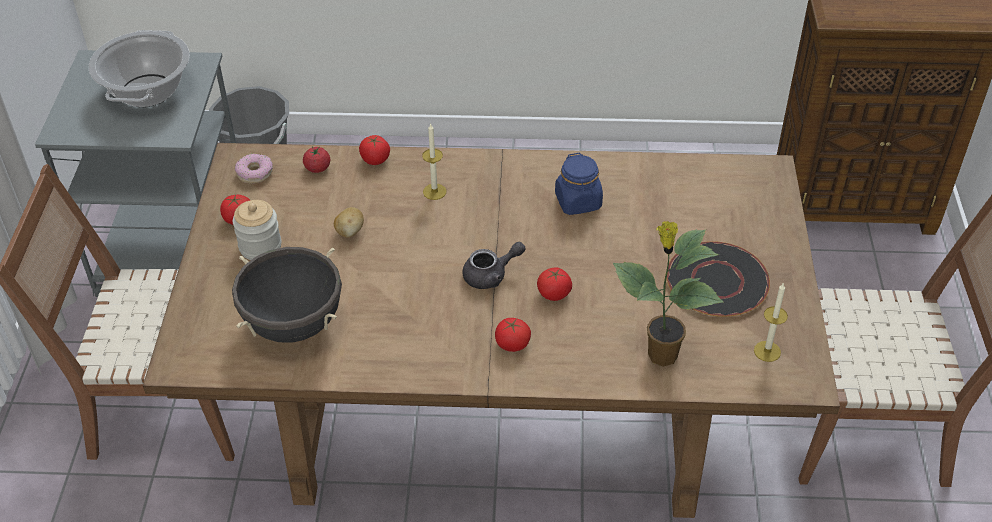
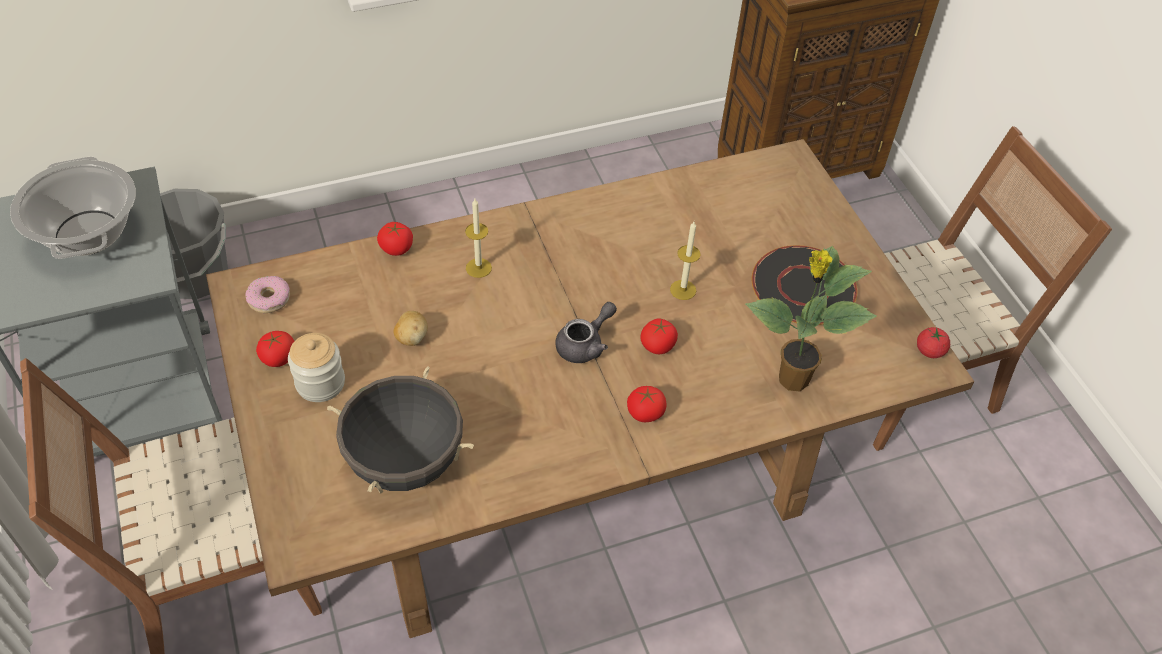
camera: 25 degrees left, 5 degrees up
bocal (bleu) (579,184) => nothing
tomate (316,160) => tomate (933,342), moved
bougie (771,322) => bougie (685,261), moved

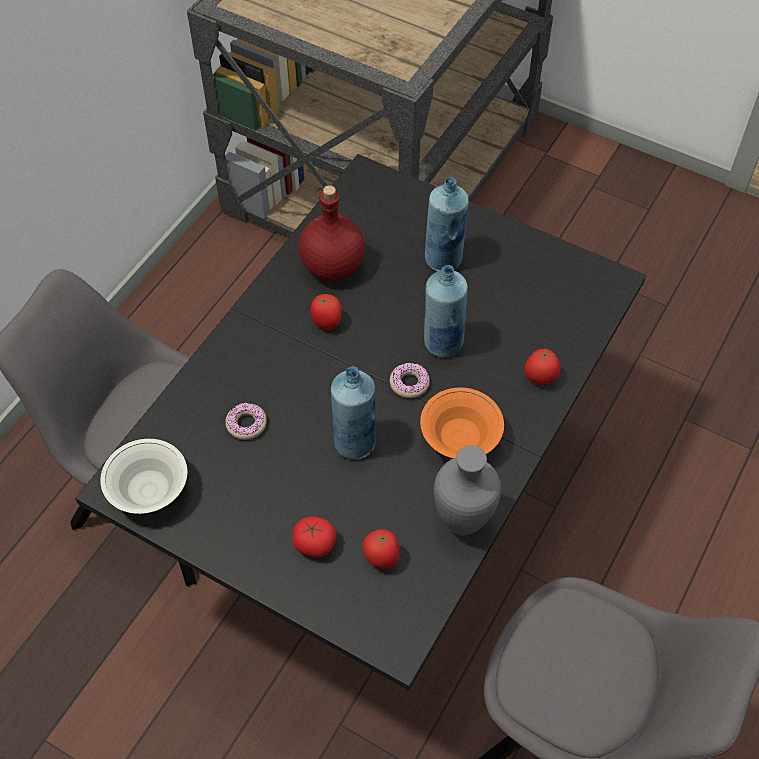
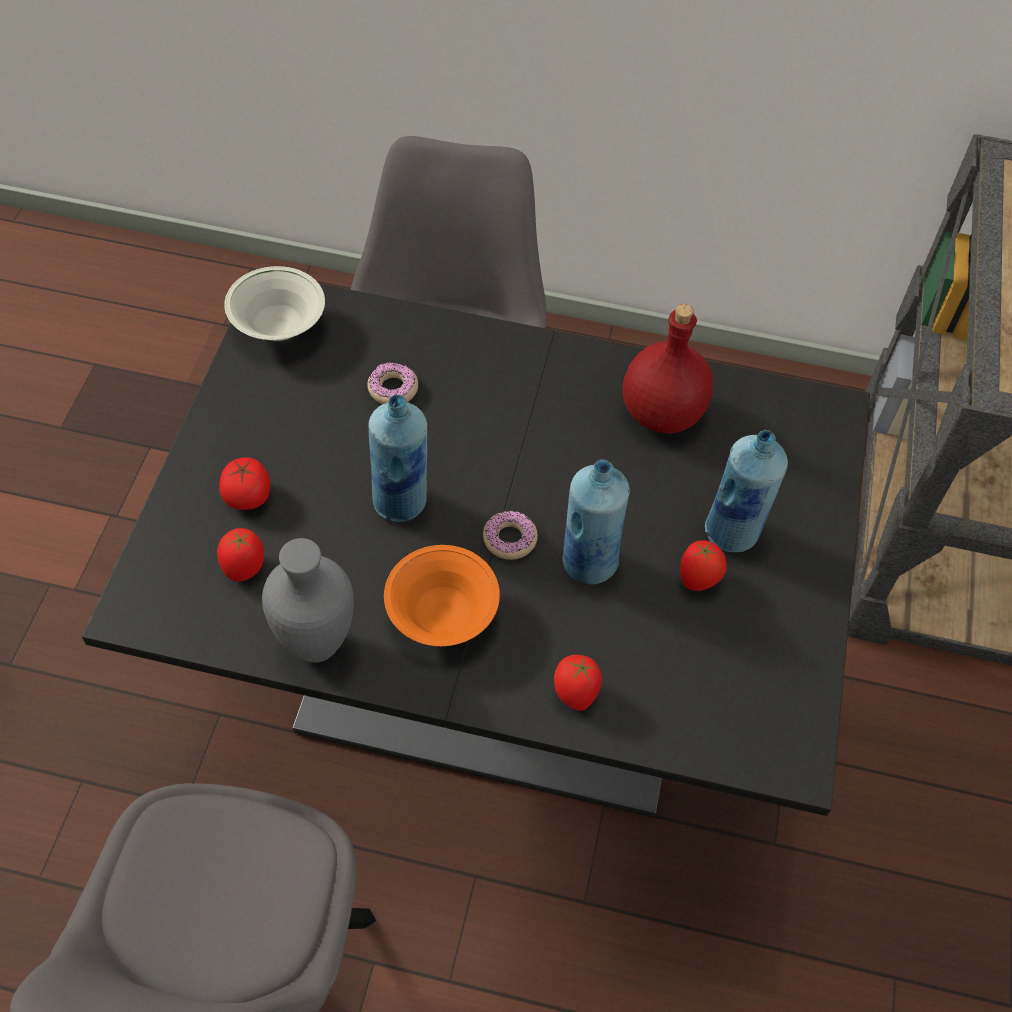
camera: 70 degrees right, 0 degrees up
tomate (326,312) => tomate (703,565), moved

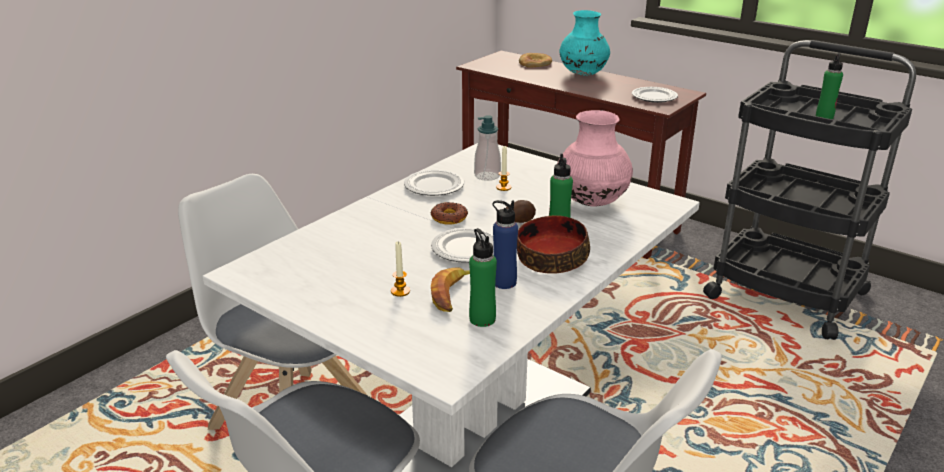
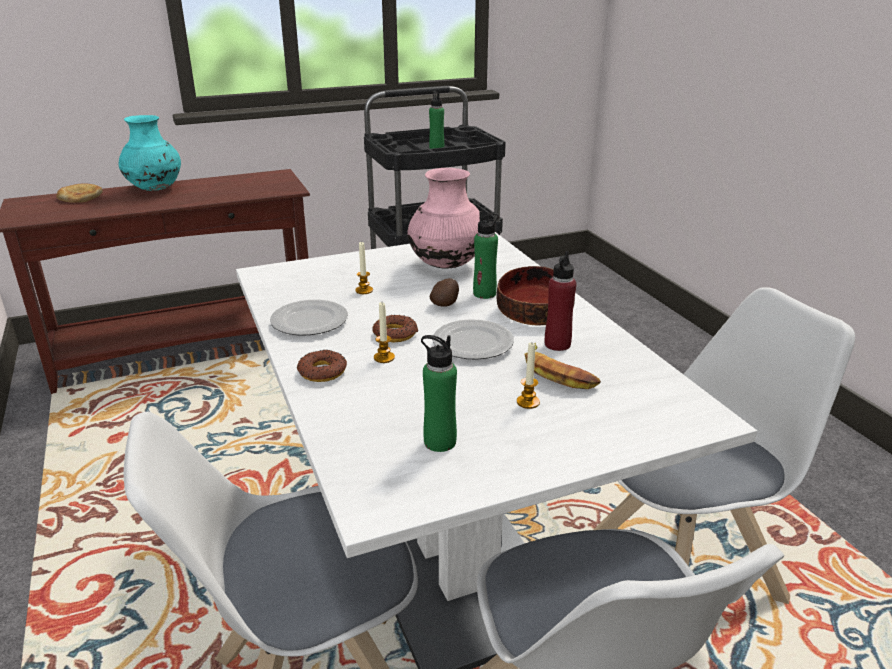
camera: 60 degrees left, 0 degrees up
distributeur de savon (487,148) => nothing
assiette (655,95) => nothing
nothing => beignet (322,366)
nothing => bougie (384,332)
bouteille (vert) (483,277) => bouteille (vert) (439,393), moved
bouteille (bleu) (505,244) => bouteille (rouge) (560,301)

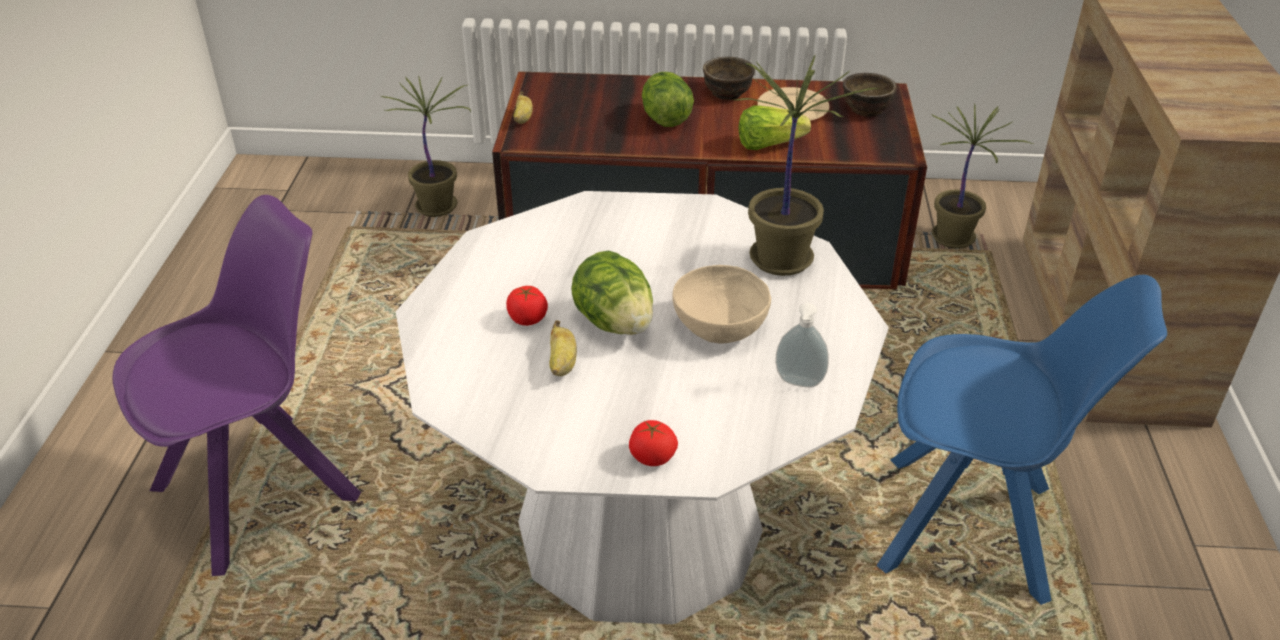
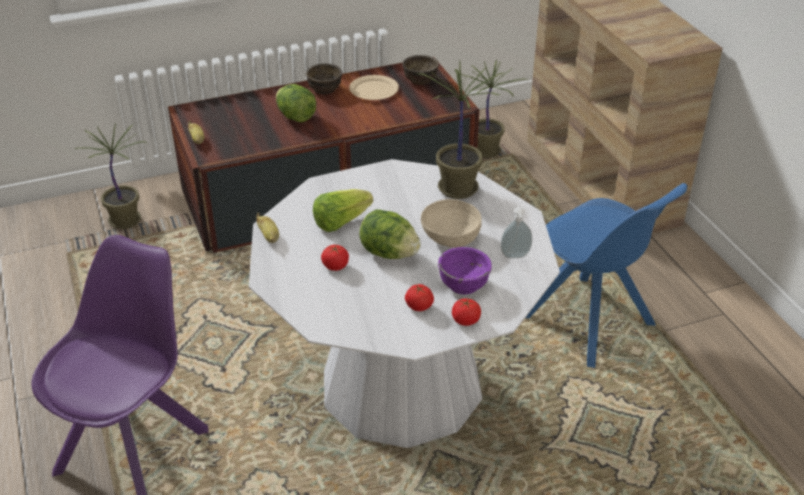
camera: 25 degrees left, 0 degrees up
nothing => tomate (419,297)
nothing => bol (violet) (465,271)
banane (563,348) => banane (267,228), moved
laitue (775,128) => laitue (343,210), moved
chaise (bleu) (1021,440) => chaise (bleu) (606,275), 60 degrees clockwise

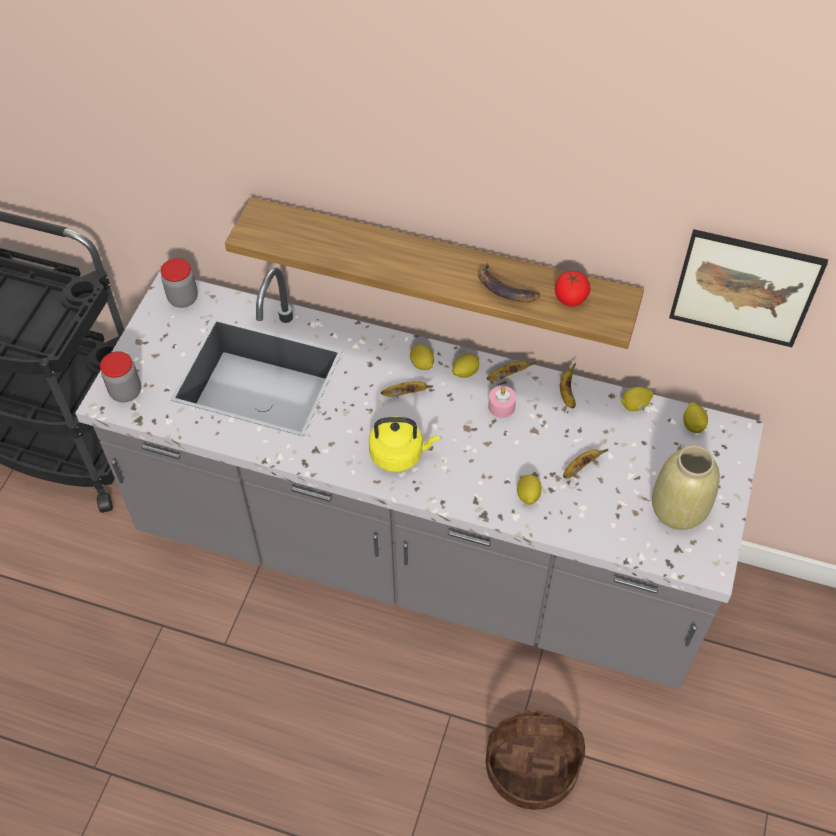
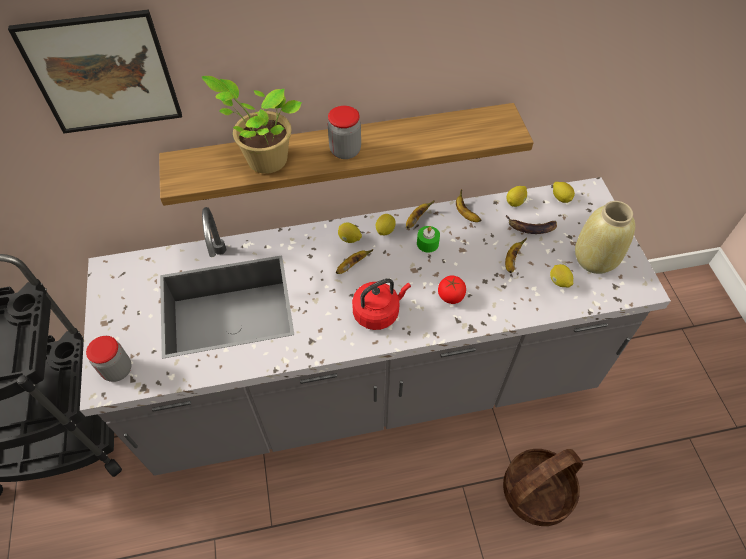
camera: 30 degrees left, 0 degrees up
nothing => plante en pot (252,125)
bocal (179,283) => bocal (344,132), moved
banane (509,282) => banane (531,224), moved
citron (529,490) => citron (561,276), moved
tomate (573,288) => tomate (452,290), moved
tableau (748,288) => tableau (95,71), moved
bouilloire (jaune) (403,444) => bouilloire (rouge) (381,304)
bougie (rose) (502,402) => bougie (vert) (428,239)

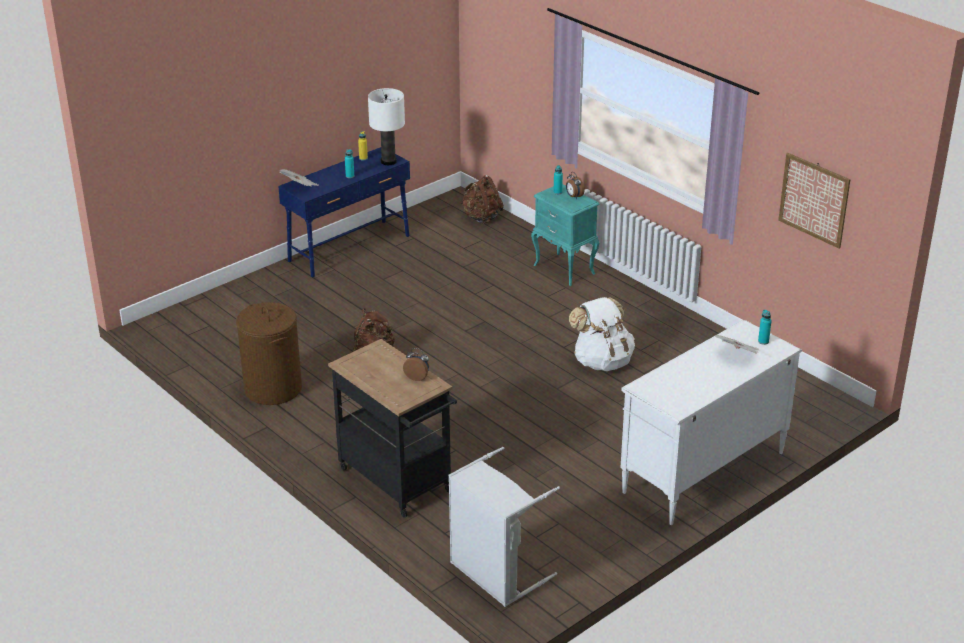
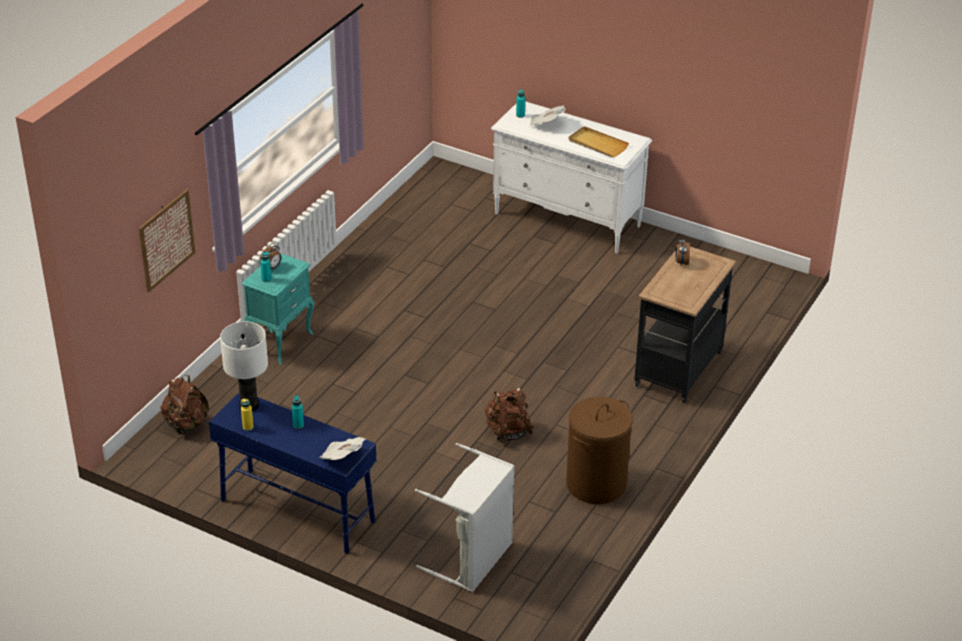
camera: 110 degrees left, 5 degrees up
sac à dos (blanc) (602,334) => nothing
nothing => plateau (beige) (599,141)
panier à linge (gris) (504,527) => panier à linge (gris) (465,517), moved
tableau (814,201) => tableau (167,240), moved

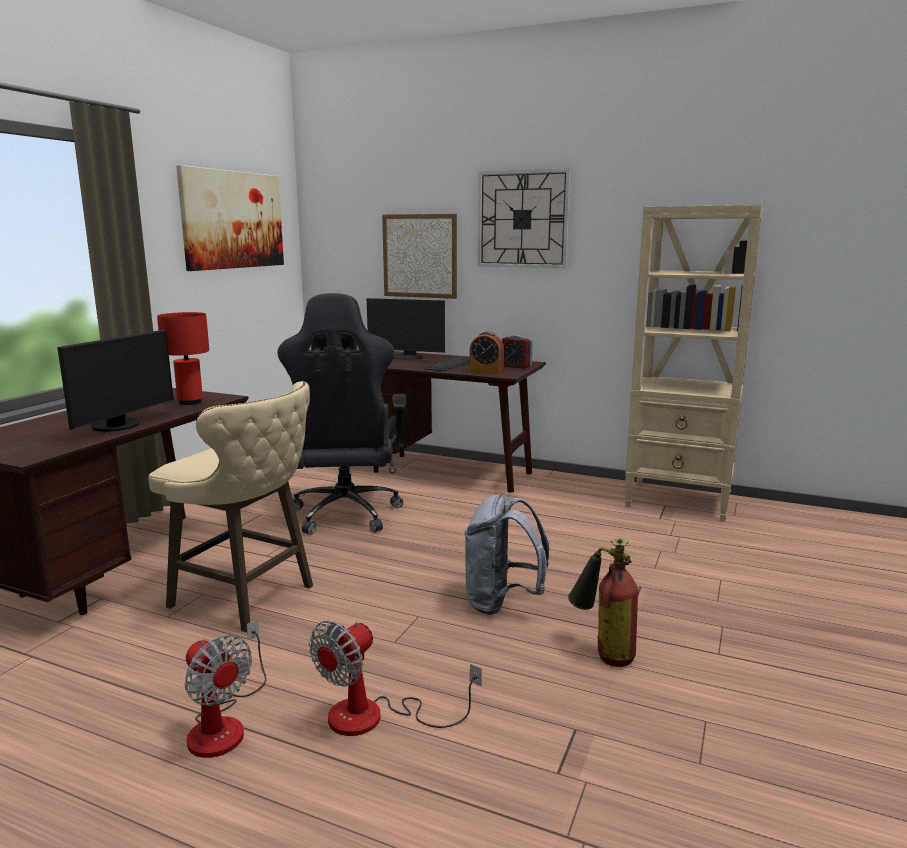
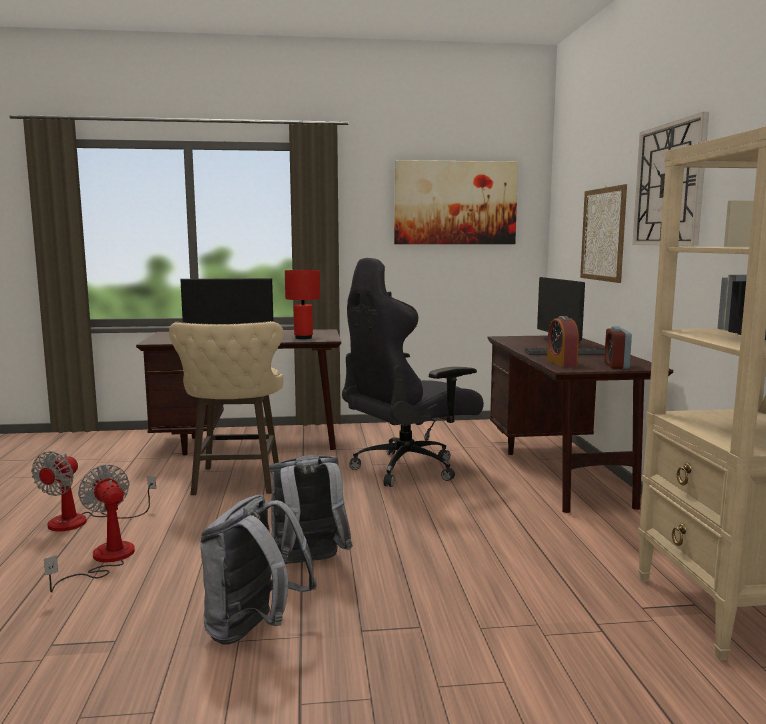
camera: 60 degrees right, 5 degrees down
extincteur (603,602) => sac à dos (gris) (258,569)
ventilateur (395,678) => ventilateur (89,528), 45 degrees clockwise

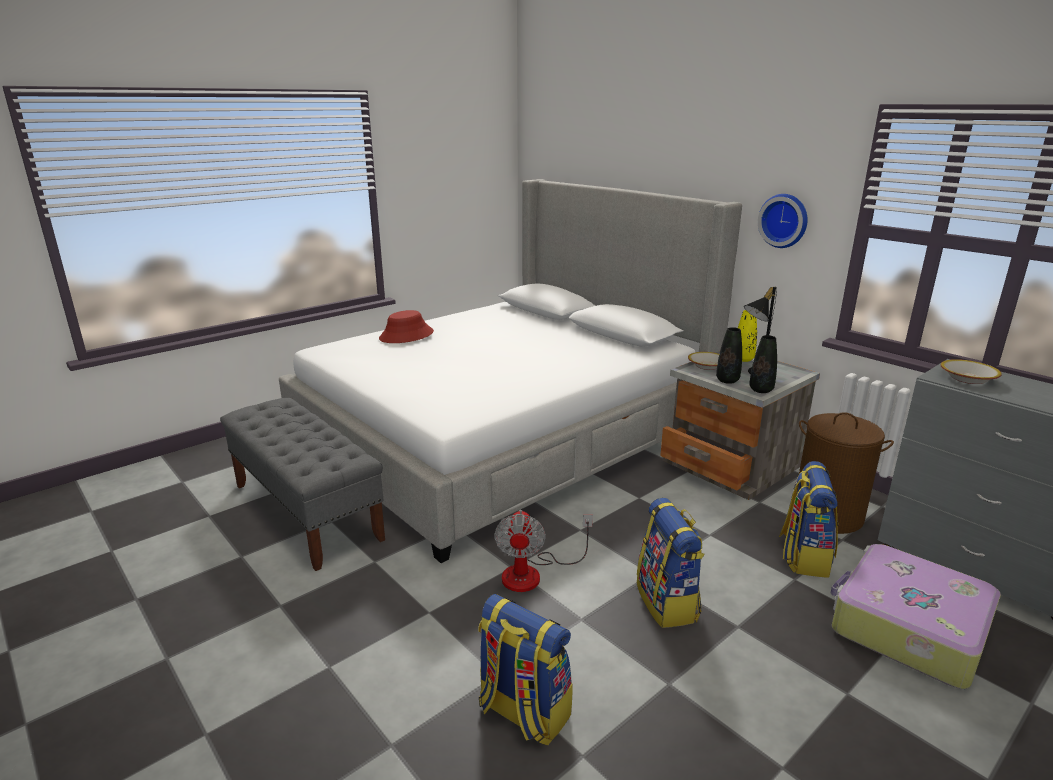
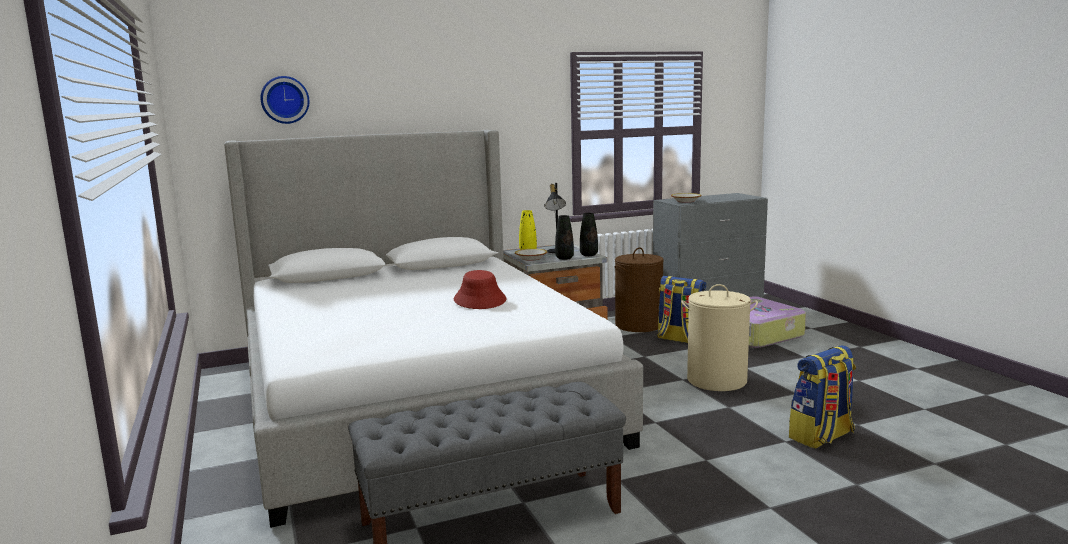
camera: 70 degrees left, 10 degrees down
ventilateur (543,551) => nothing
chapeau (rouge) (406,326) => chapeau (rouge) (480,289), moved
horloge murale (783,221) => horloge murale (285,100), moved
sac à dos (671,563) => panier à linge (beige) (719,337)

